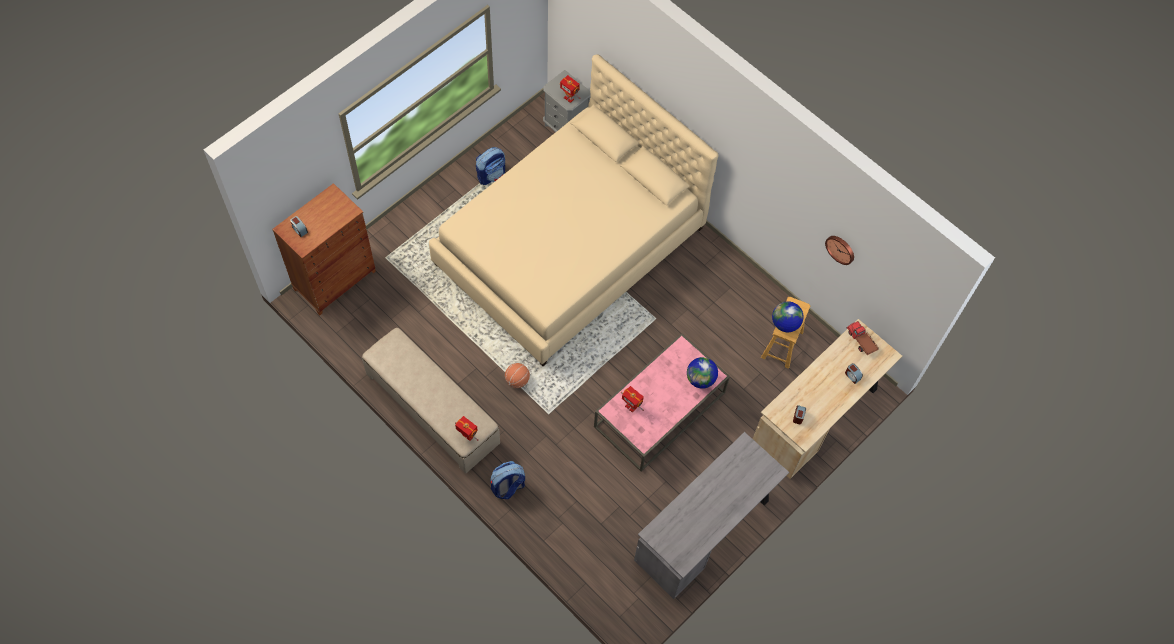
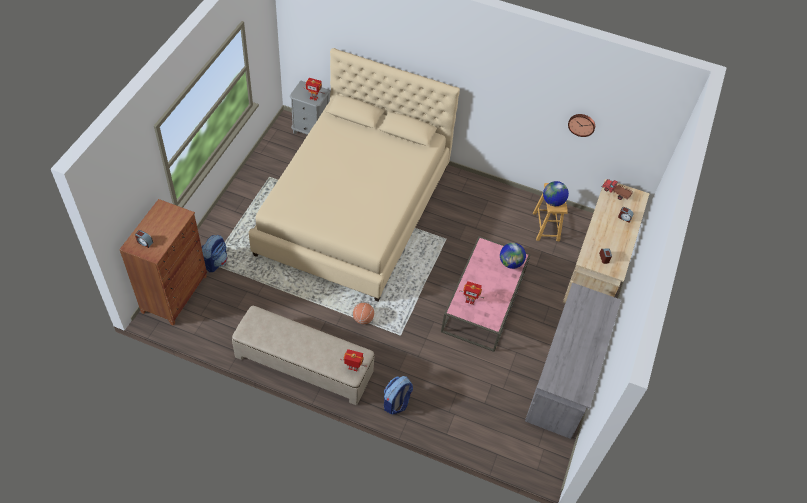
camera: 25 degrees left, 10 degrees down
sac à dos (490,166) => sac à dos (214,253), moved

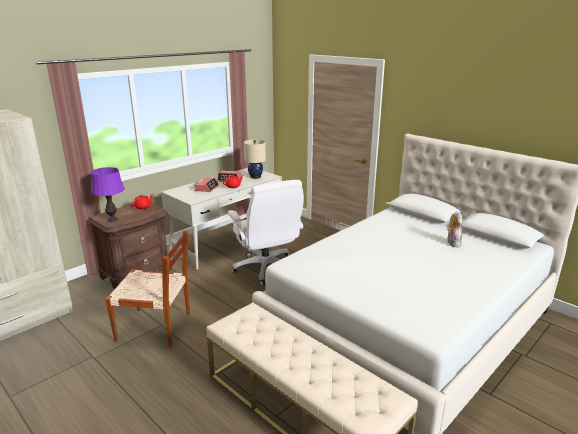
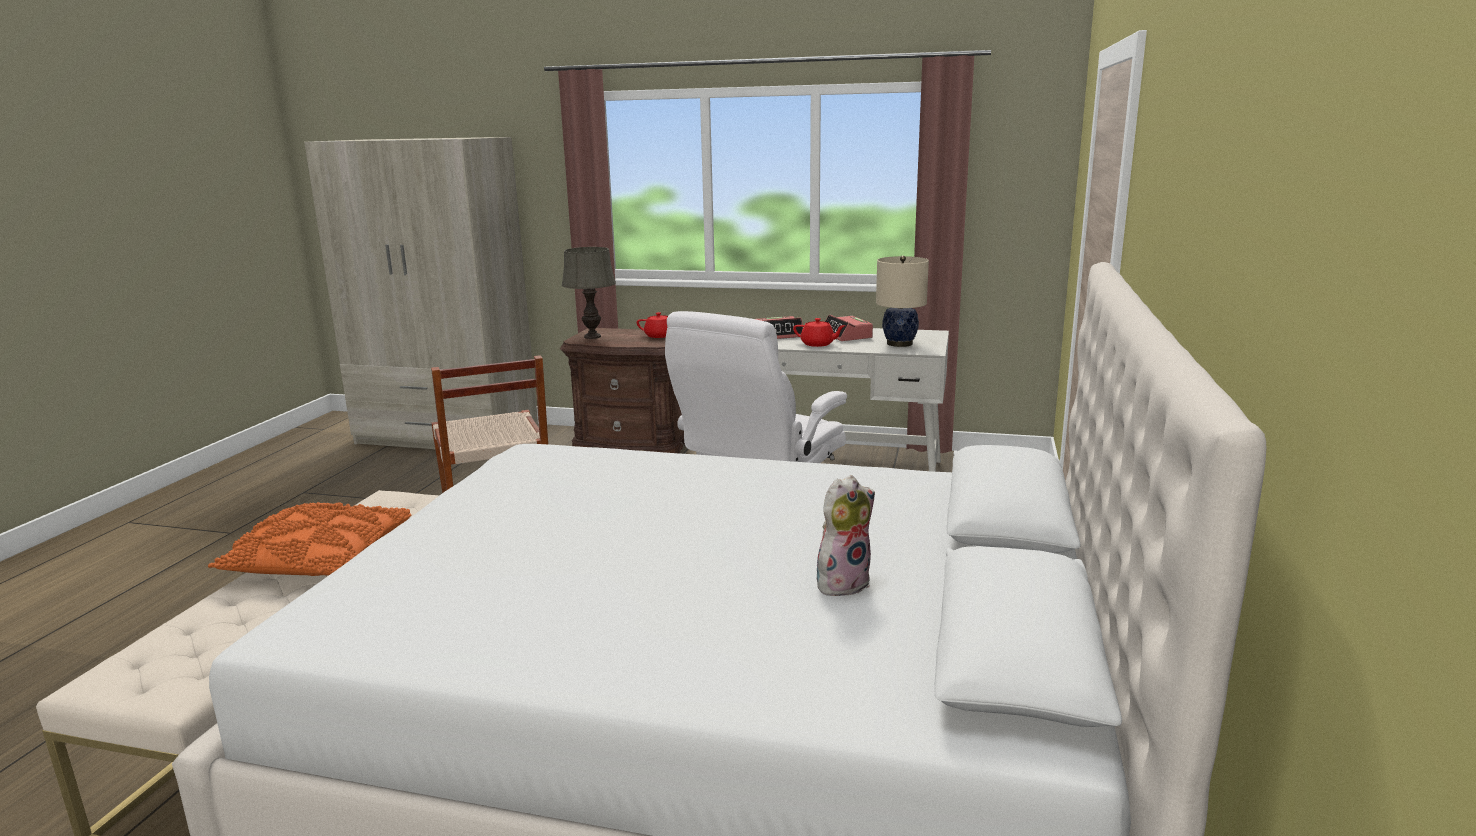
camera: 60 degrees right, 5 degrees down
nothing => coussin (orange) (310,539)
lampe de table (violet) (107,194) => lampe de table (gris) (589,293)

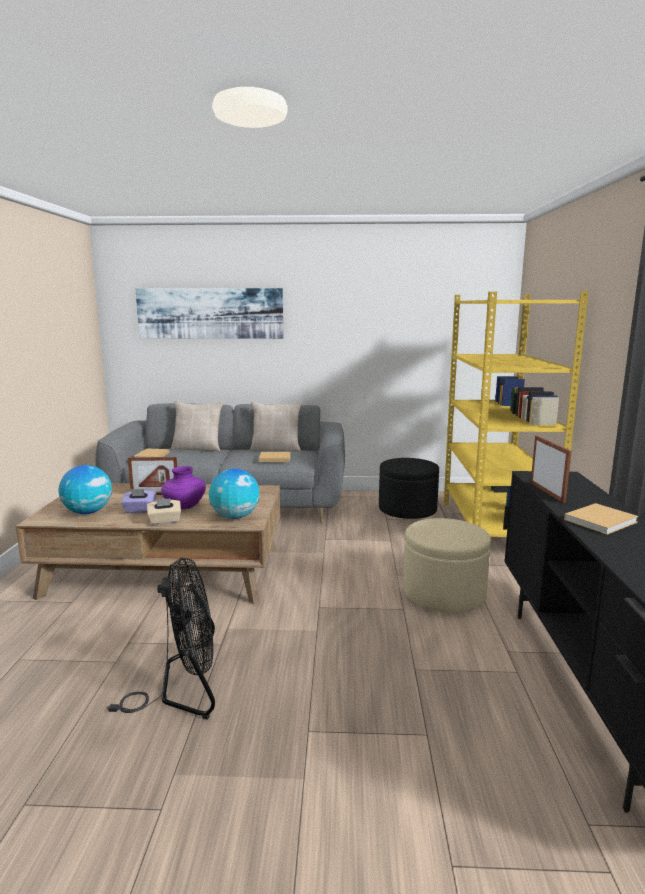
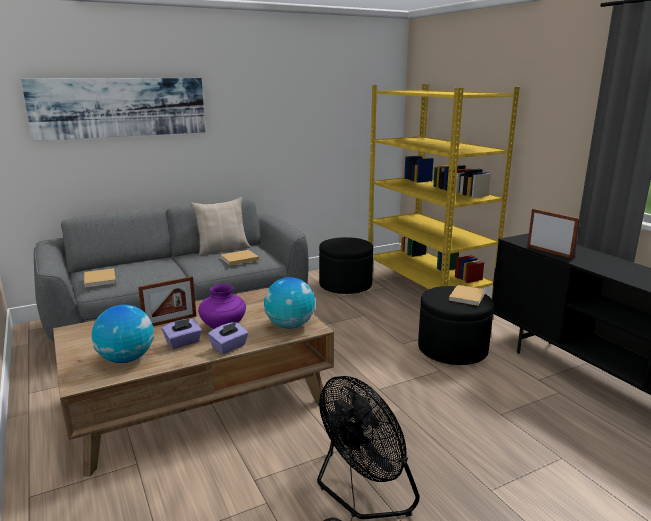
camera: 30 degrees left, 5 degrees up
coussin (beige) (197,426) => nothing
livre (beige) (601,519) => livre (beige) (467,295), moved
boîte à mouchoirs (beige) (164,511) => boîte à mouchoirs (violet) (228,338)
pouf (beige) (447,565) => pouf (noir) (456,325)

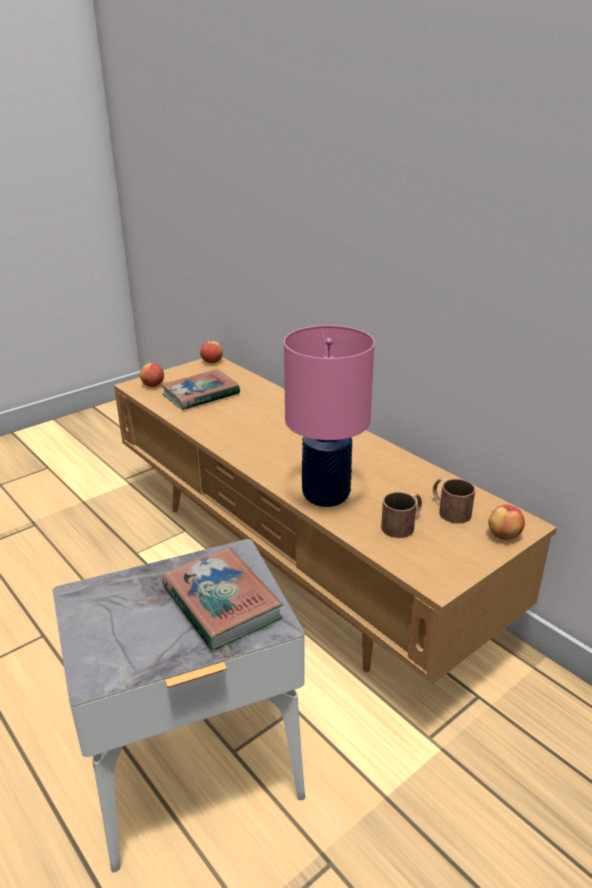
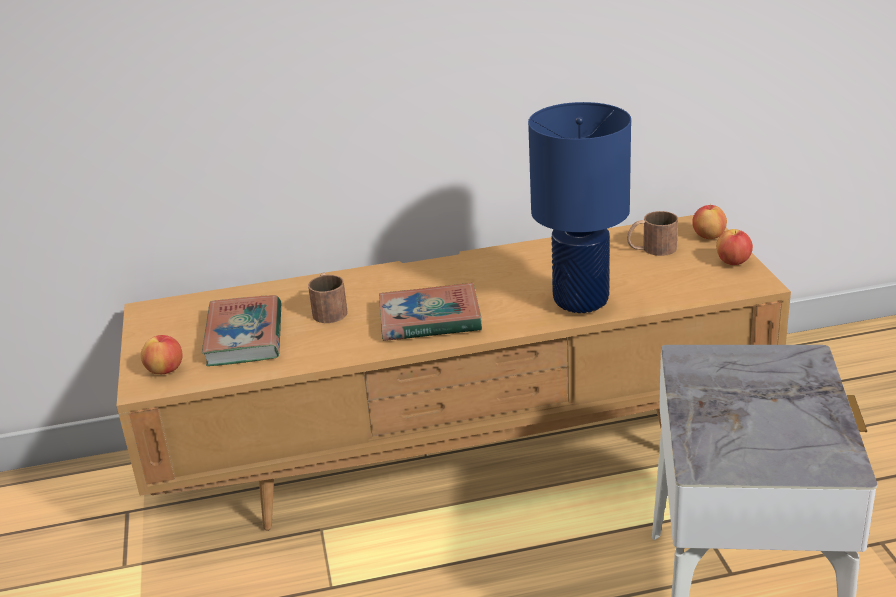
camera: 60 degrees left, 0 degrees up
livre (222,599) => livre (430,312), moved
pomme (211,352) => pomme (734,247), moved
mug (marron) (401,515) => mug (marron) (328,297), moved
lampe de table (rose) (329,416) => lampe de table (bleu) (579,207)

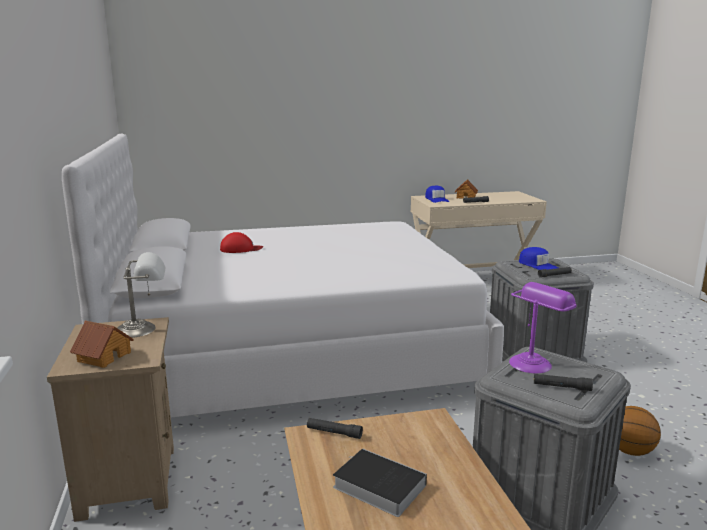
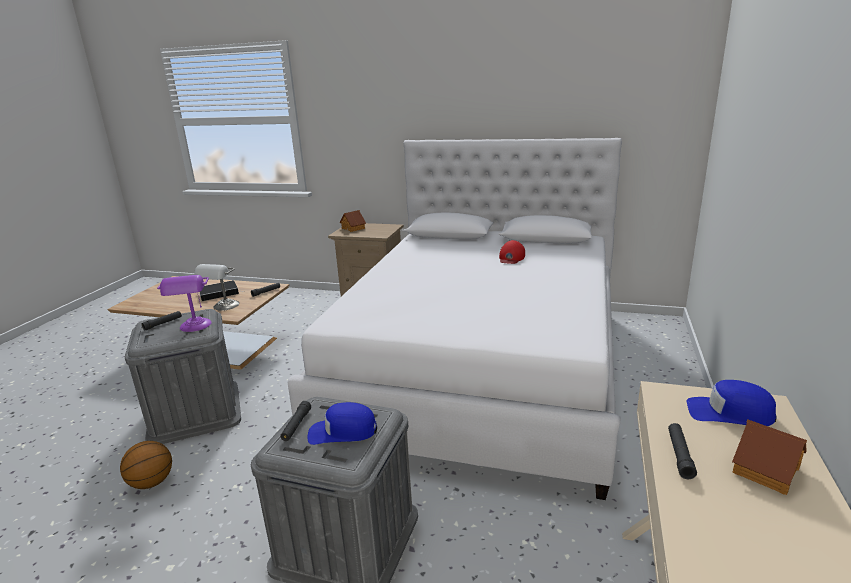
camera: 120 degrees right, 5 degrees up
lampe de table (blanc) (141,295) => lampe de table (blanc) (216,287), moved

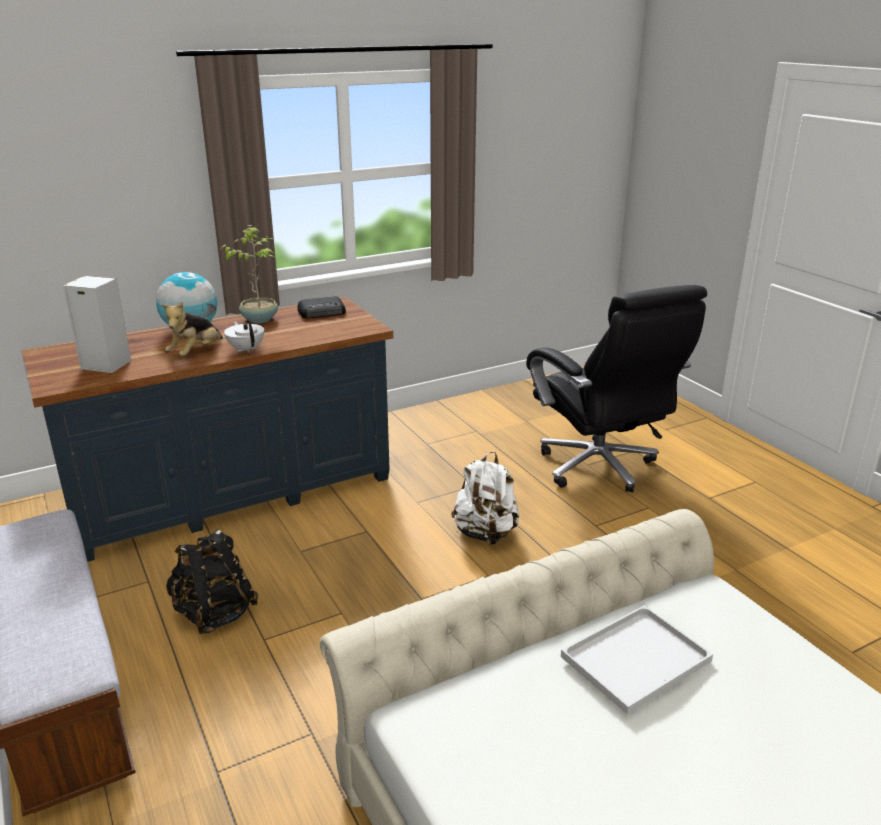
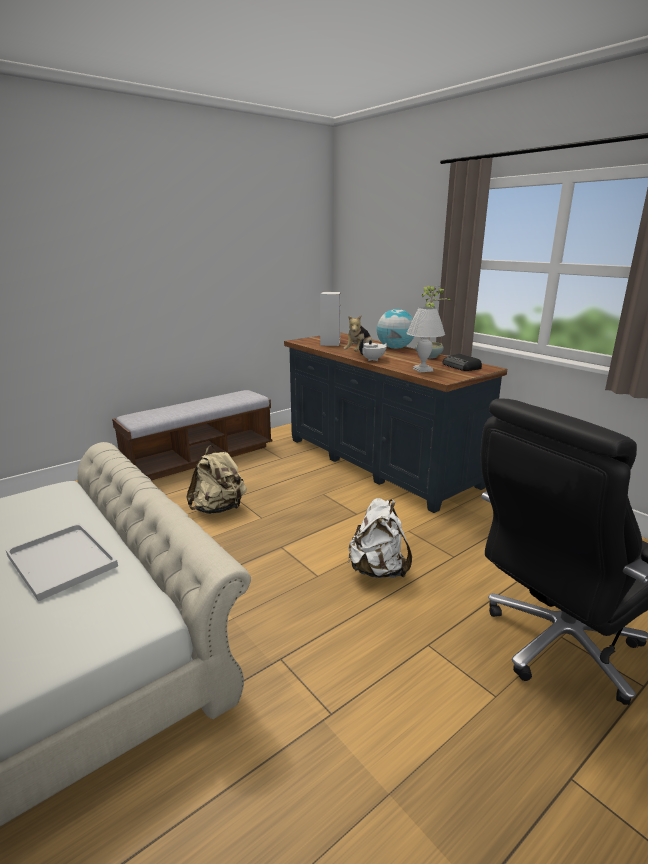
camera: 80 degrees right, 5 degrees down
sac à dos (noir) (212,582) => nothing
nothing => sac à dos (beige) (216,479)
nothing => lampe de table (blanc) (426,339)
peluche (192,329) => peluche (358,333), 75 degrees counterclockwise

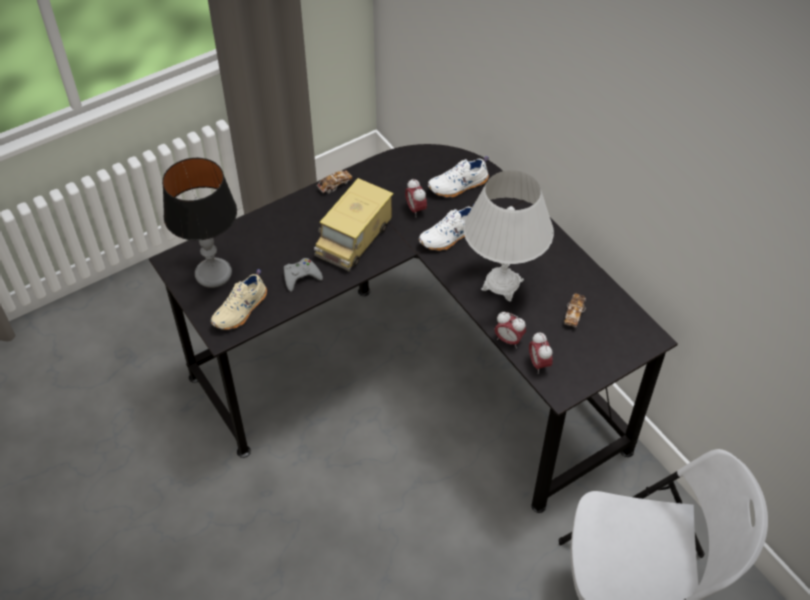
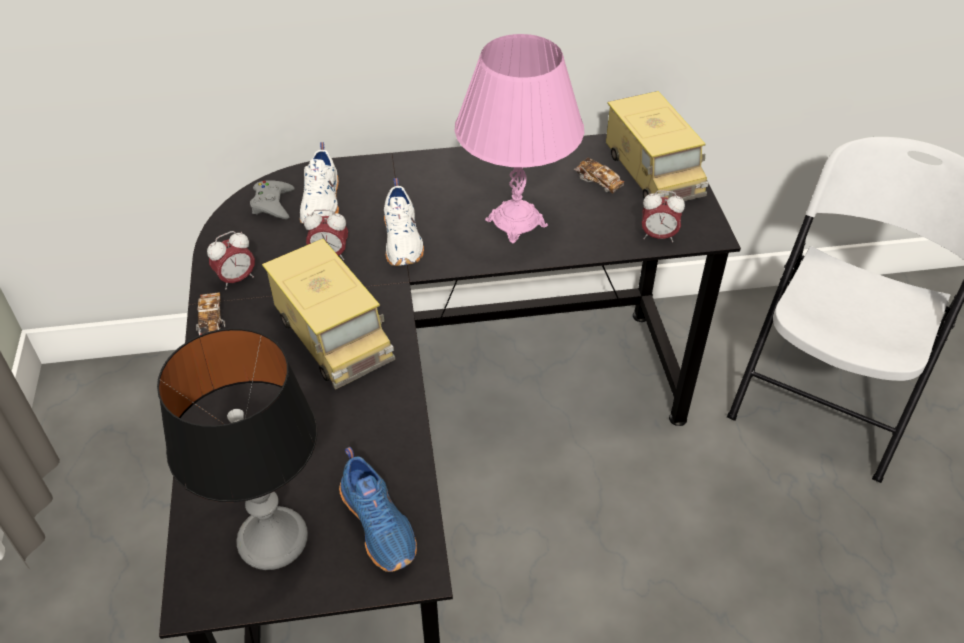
camera: 65 degrees left, 5 degrees down
nothing => camion jouet (657,146)
manette (gris) (303,275) => manette (gris) (272,199), moved
réveil (510,330) => réveil (231,260), moved
chaussure (beige) (239,299) => chaussure (bleu) (378,509)
lampe de table (blanc) (508,236) => lampe de table (rose) (519,138)

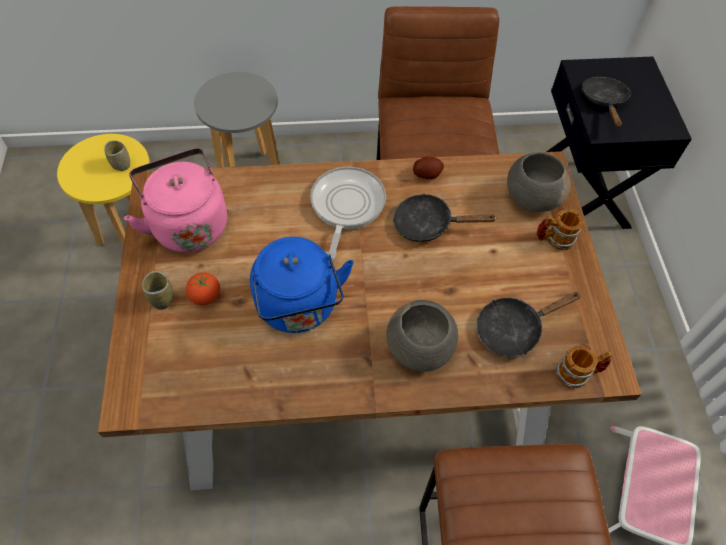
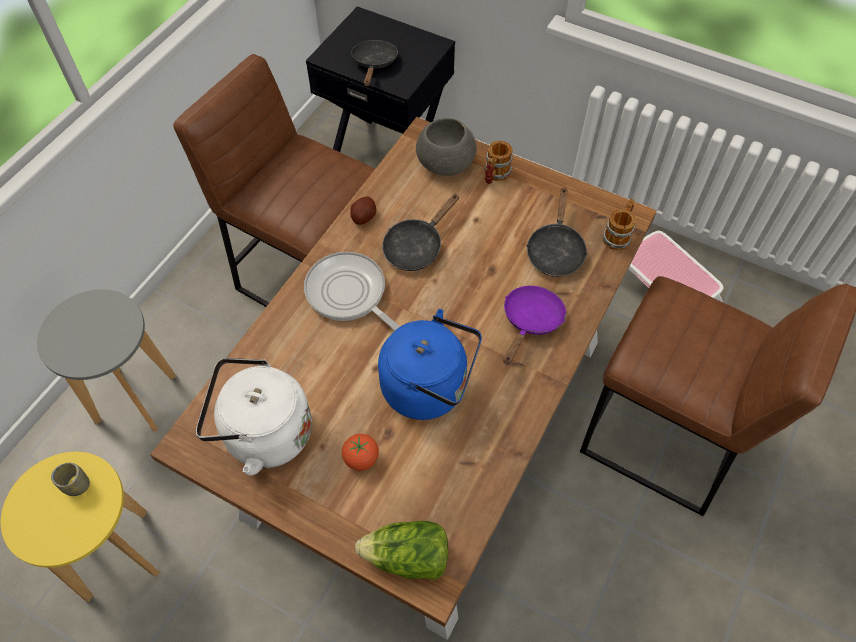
camera: 55 degrees left, 0 degrees up
tasse (158,290) => nothing
nothing => laitue (401,550)
bol (gris) (422,336) => poêle (violet) (534,325)
bouilloire (rose) (175,200) => bouilloire (blanc) (254,417)
poêle (noir) (606,102) => poêle (noir) (375,63), 60 degrees clockwise

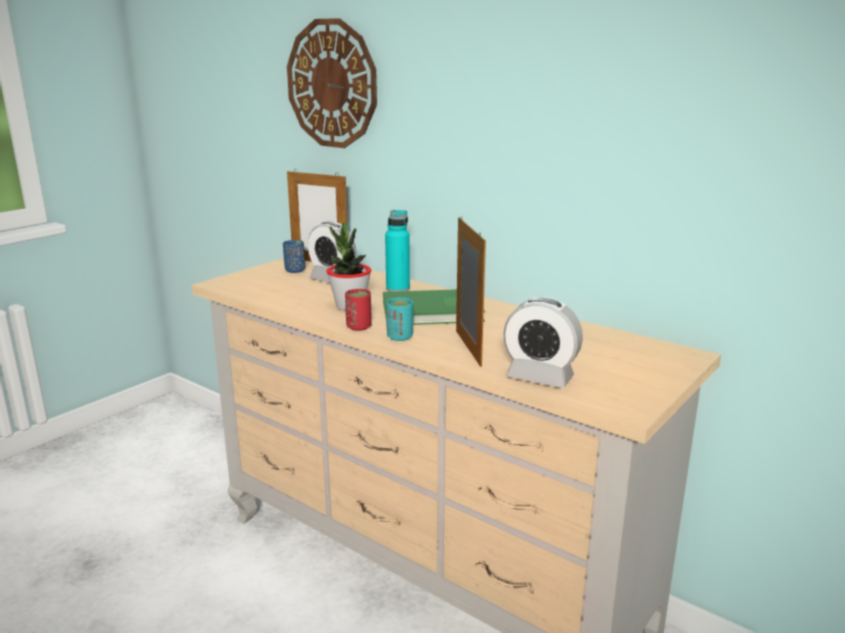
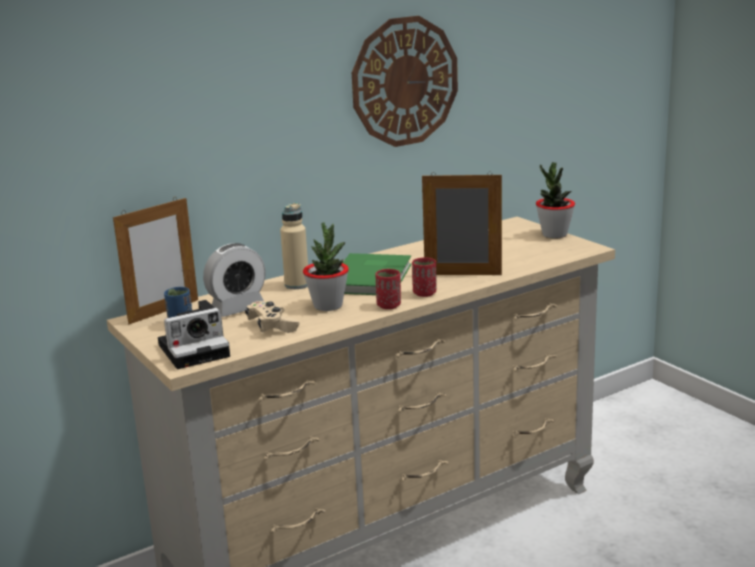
camera: 70 degrees left, 0 degrees up
réveil (543,342) => nothing
nothing => appareil photo (194,334)
nothing => manette (beige) (272,317)
nothing => plante en pot (555,200)
horloge murale (332,83) => horloge murale (405,81), moved
bouteille (turquoise) (397,251) => bouteille (beige) (294,246)
tasse (turquoise) (399,319) => tasse (rouge) (424,277)

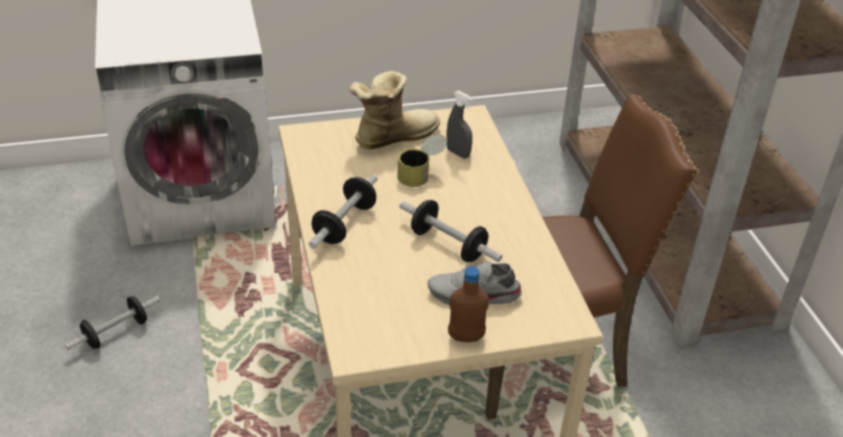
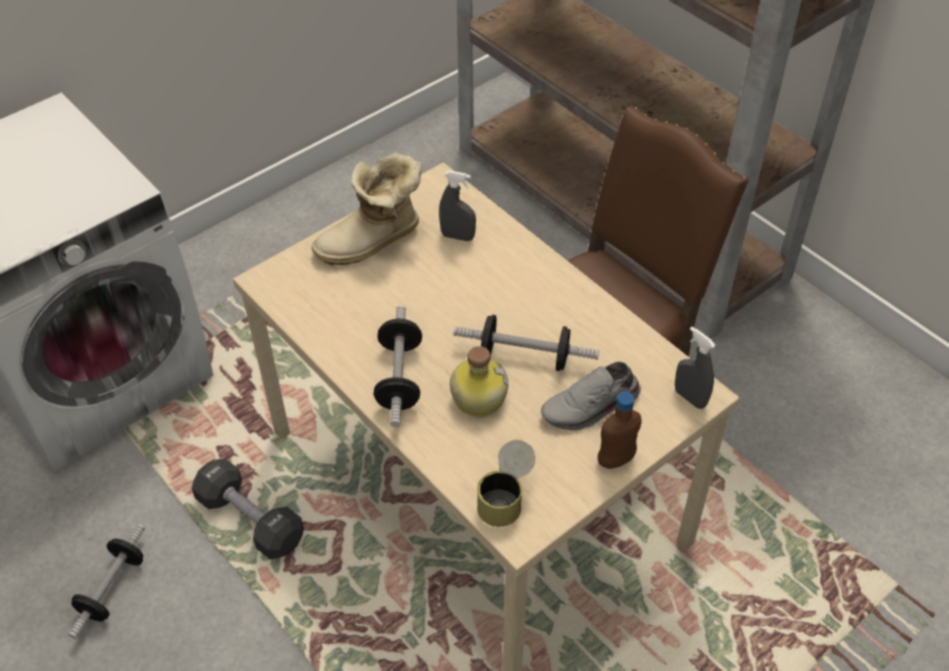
camera: 25 degrees left, 10 degrees up
nothing => haltère (noir) (248,509)
nothing => bouteille (479,381)
nothing => vaporisateur (gris) (695,367)
boîte métallique (422,160) => boîte métallique (506,483), moved
botte (395,110) => botte (367,208), 150 degrees counterclockwise

